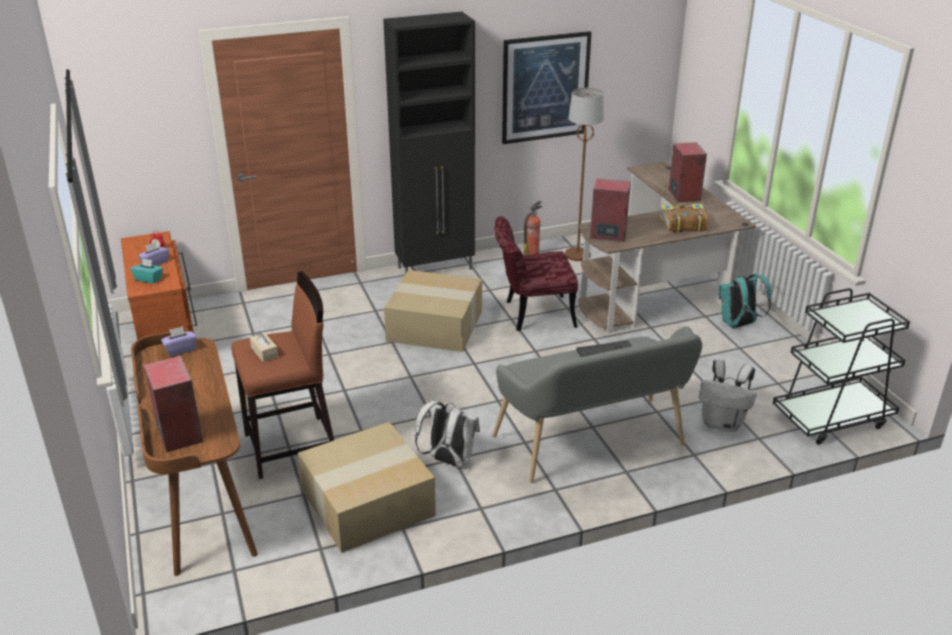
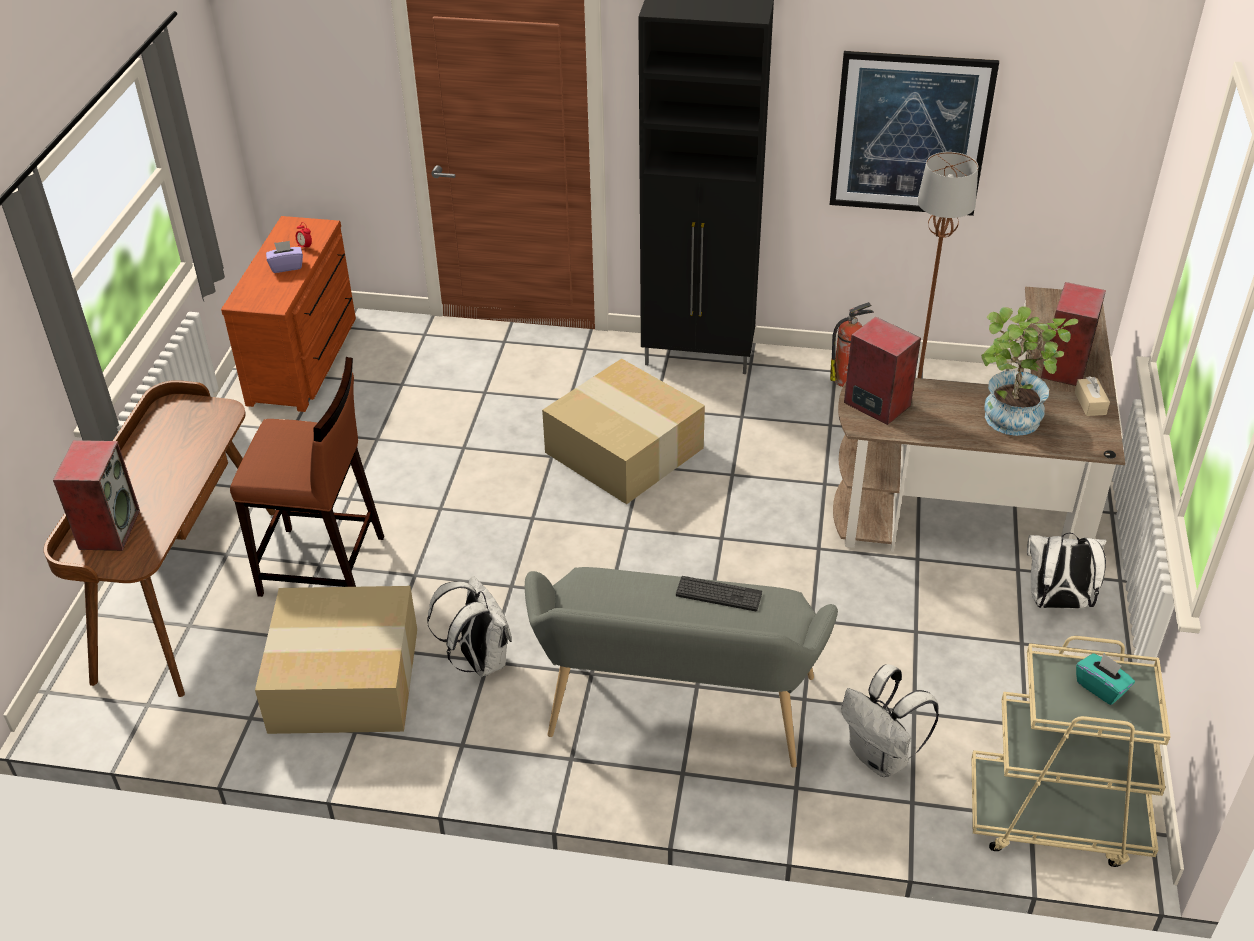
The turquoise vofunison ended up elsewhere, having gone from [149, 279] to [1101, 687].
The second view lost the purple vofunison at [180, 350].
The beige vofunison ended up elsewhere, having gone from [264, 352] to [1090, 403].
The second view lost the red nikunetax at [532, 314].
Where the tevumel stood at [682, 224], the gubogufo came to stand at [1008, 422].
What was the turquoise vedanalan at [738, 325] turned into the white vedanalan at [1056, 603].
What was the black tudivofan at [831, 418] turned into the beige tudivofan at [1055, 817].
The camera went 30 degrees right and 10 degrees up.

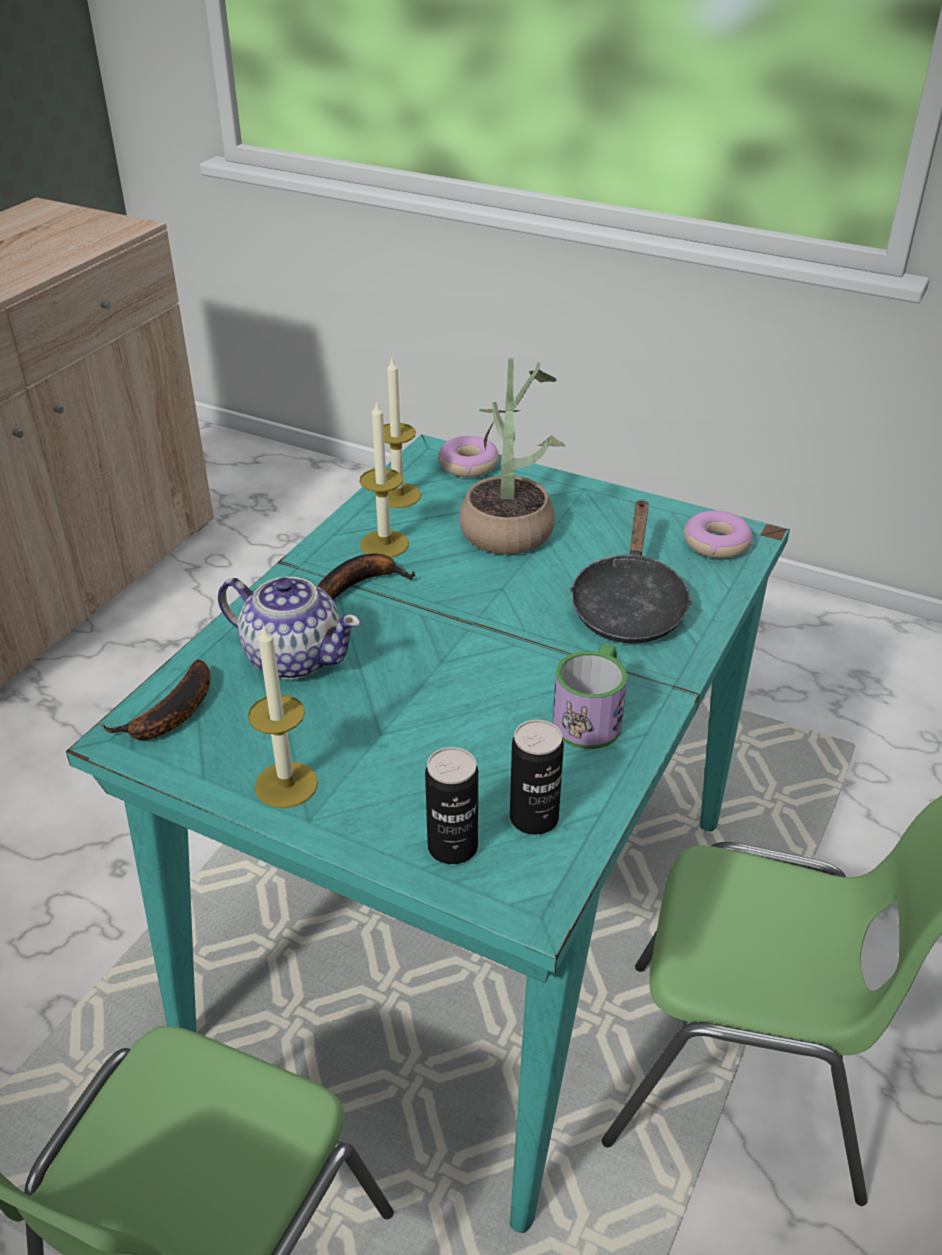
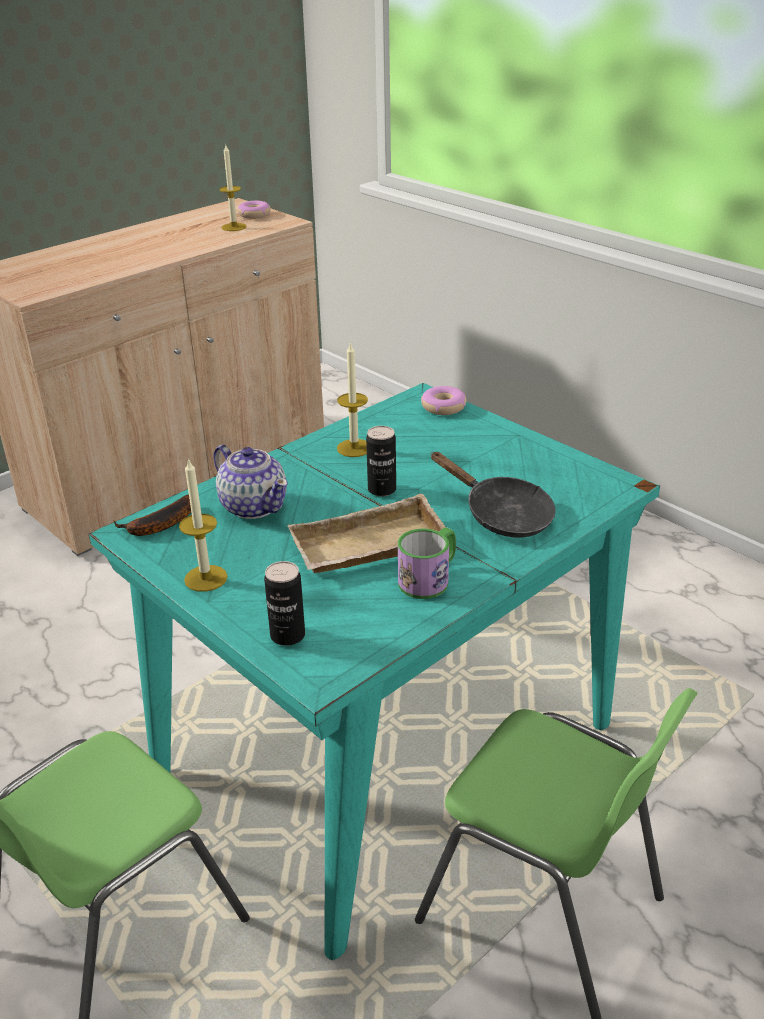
The second view lost the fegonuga at [358, 585].
The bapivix ended up elsewhere, having gone from [398, 495] to [234, 227].
The second view lost the gubogufo at [508, 525].
The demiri ended up elsewhere, having gone from [534, 818] to [382, 489].
The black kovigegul at [628, 605] ended up facing another way, 75 degrees counterclockwise from before.
The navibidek ended up elsewhere, having gone from [716, 543] to [254, 215].
The second view gained the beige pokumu at [367, 549].
The camera went 20 degrees right and 5 degrees down.

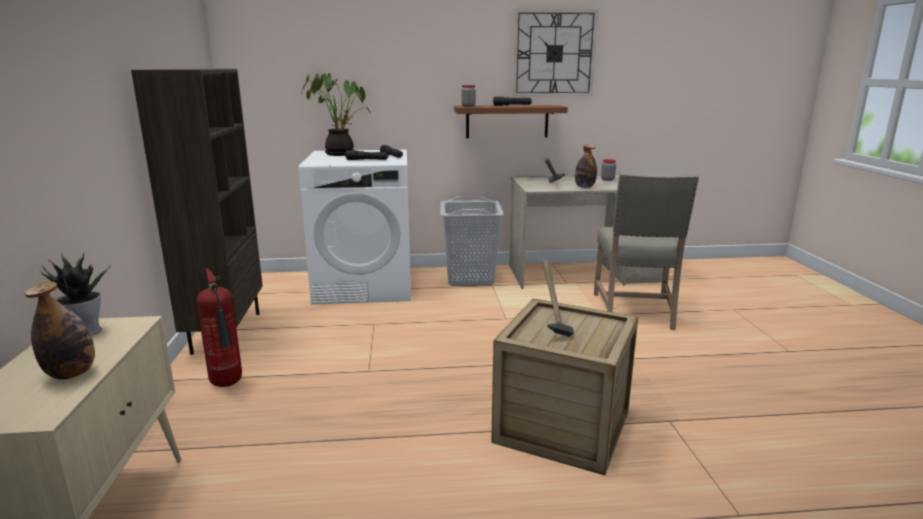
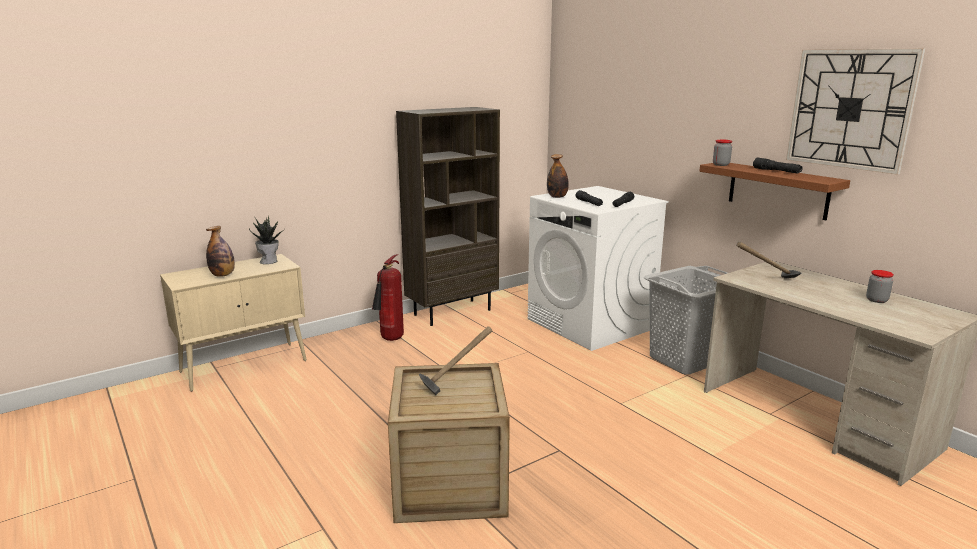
The second view lost the gubogufo at [341, 153].
The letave ended up elsewhere, having gone from [584, 187] to [557, 197].
The second view lost the beige nikunetax at [635, 312].
The camera went 60 degrees right and 0 degrees up.

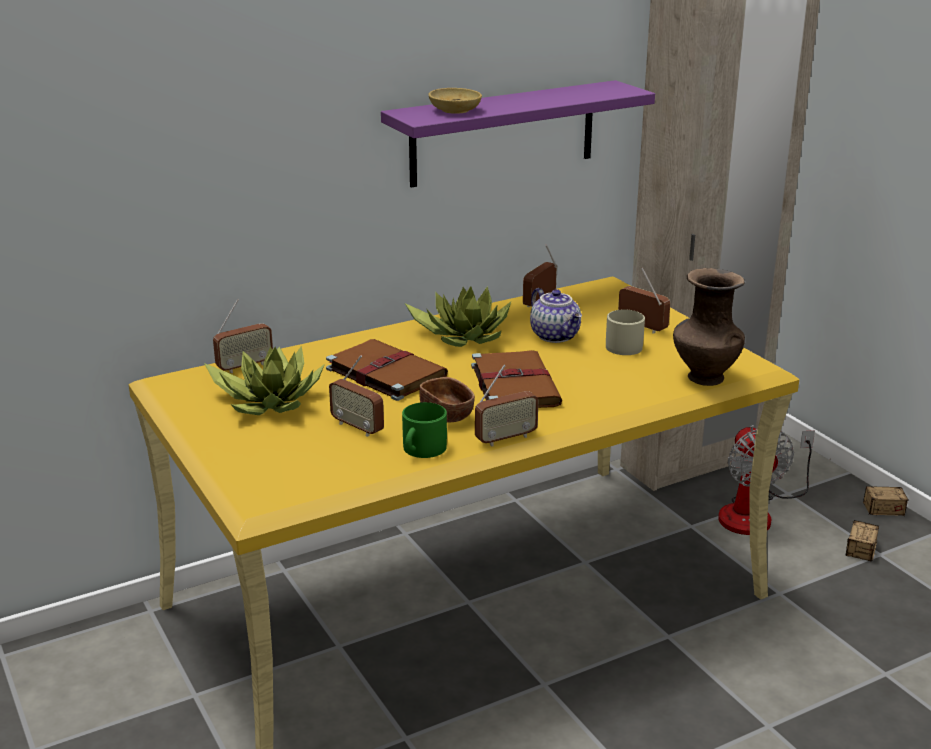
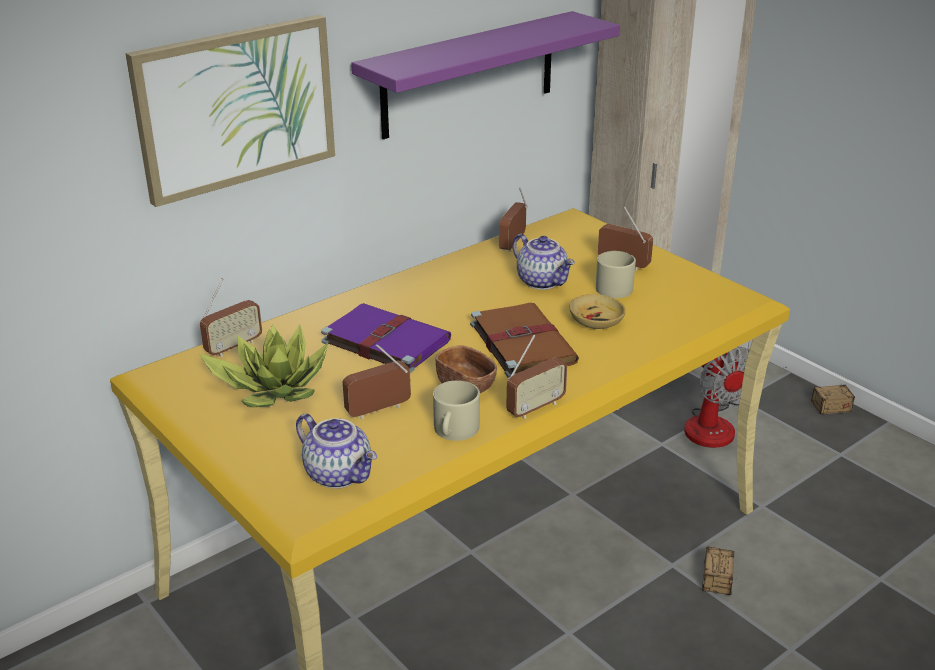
What was the brown tevumel at [384, 372] turned into the purple tevumel at [383, 341].
The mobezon at [357, 427] ended up facing another way, 120 degrees clockwise from before.
What was the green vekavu at [421, 449] turned into the beige vekavu at [454, 430].
The second view lost the gubogufo at [464, 335].
The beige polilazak ended up elsewhere, having gone from [455, 110] to [596, 321].
The second view lost the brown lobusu at [703, 377].
The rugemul ended up elsewhere, having gone from [857, 563] to [715, 599].
The second view gained the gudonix at [236, 107].
The second view gained the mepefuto at [340, 474].
The camera went 10 degrees left and 5 degrees up.

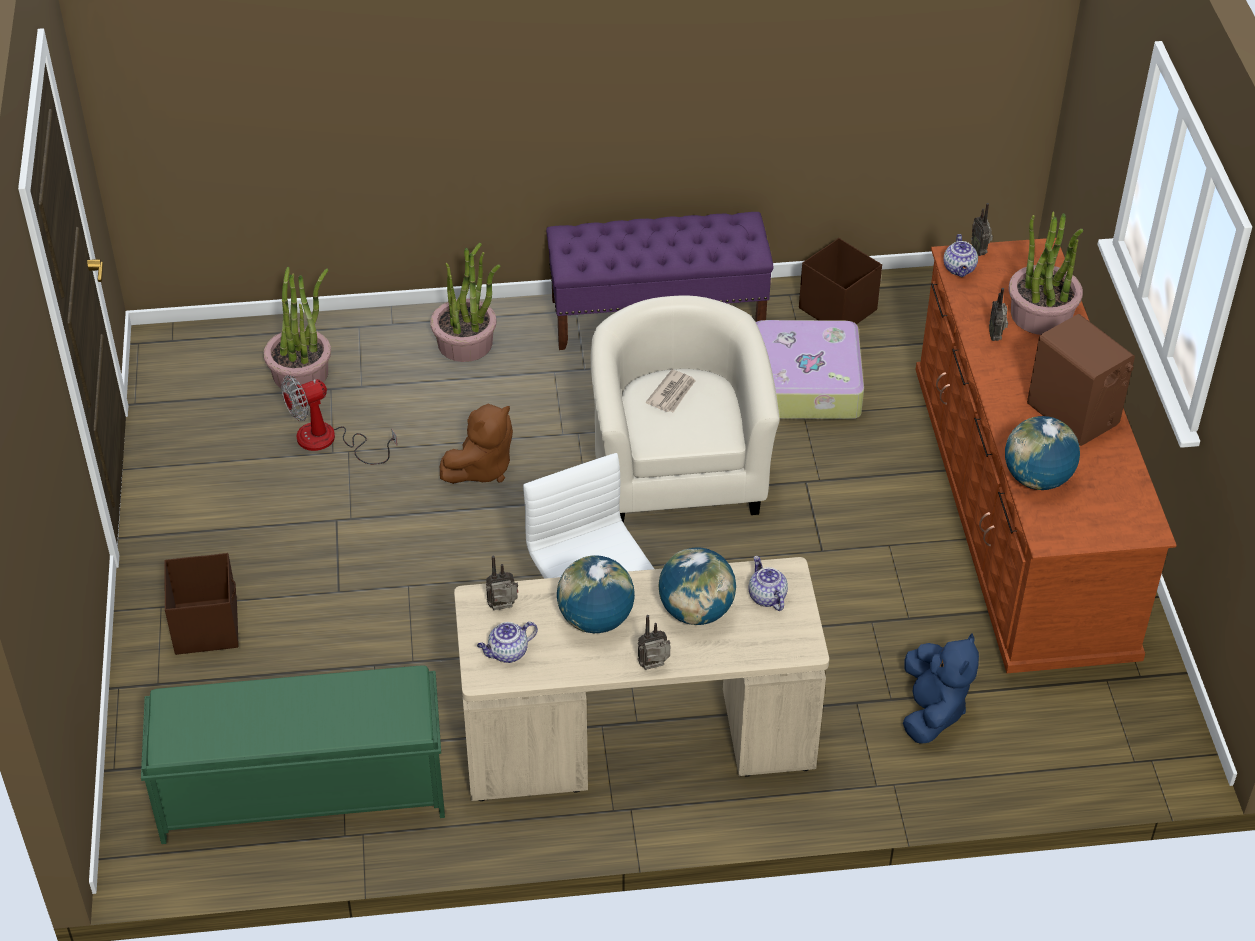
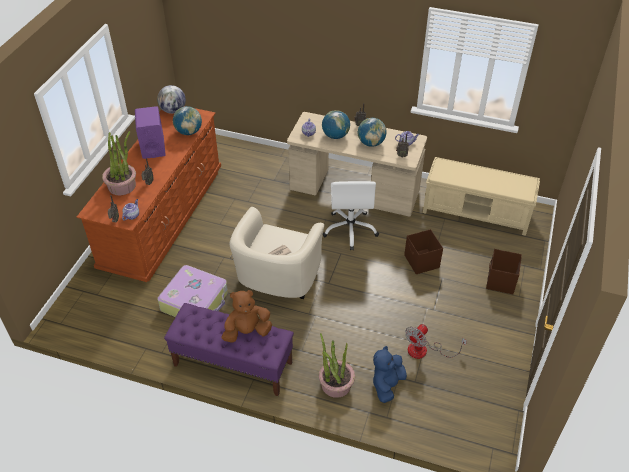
What was the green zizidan at [301, 792] turned into the beige zizidan at [477, 212].
The second view lost the gubogufo at [301, 373].
The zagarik at [329, 441] ended up facing another way, 135 degrees clockwise from before.
The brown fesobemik ended up elsewhere, having gone from [481, 468] to [247, 332].
The brown rugemul ended up elsewhere, having gone from [837, 308] to [421, 262].
The blue fesobemik ended up elsewhere, having gone from [932, 711] to [387, 385].
What was the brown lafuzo at [1073, 414] turned into the purple lafuzo at [153, 147].
The second view gained the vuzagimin at [173, 110].
The camera went 155 degrees left and 0 degrees up.

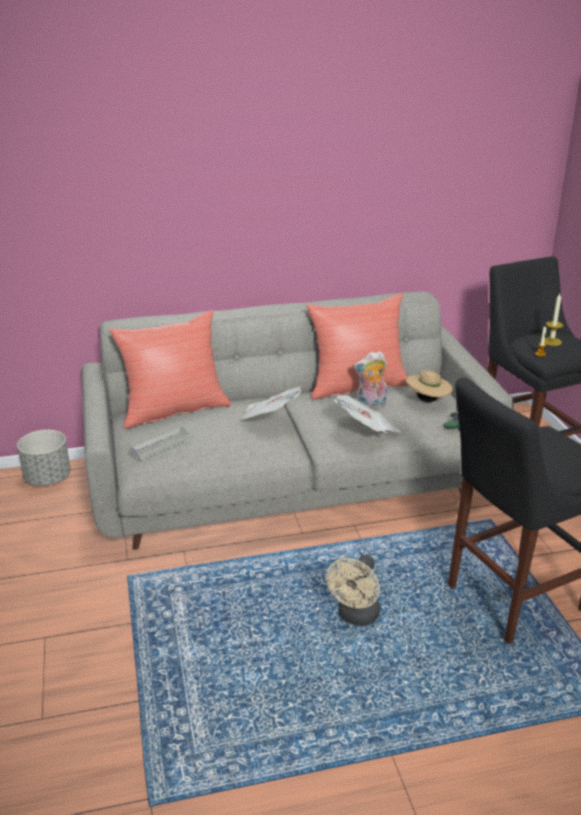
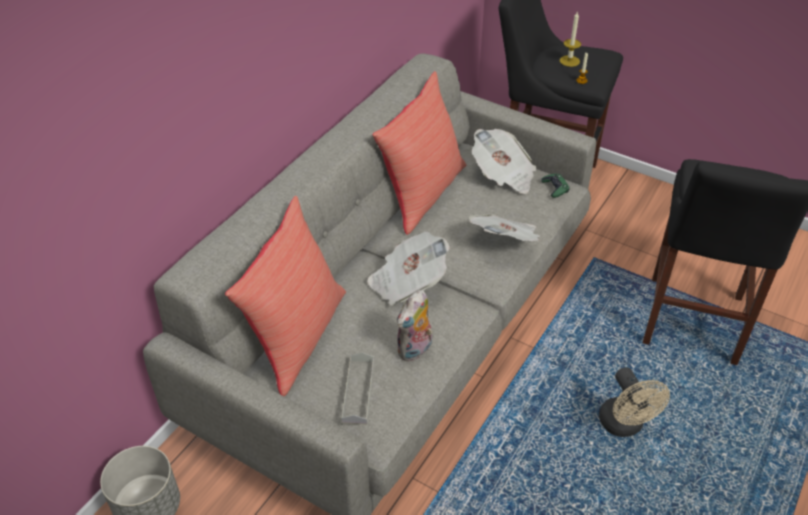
The fesobemik ended up elsewhere, having gone from [371, 405] to [415, 350].
Where the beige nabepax stood at [427, 401], the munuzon came to stand at [503, 175].
The camera went 45 degrees left and 15 degrees up.

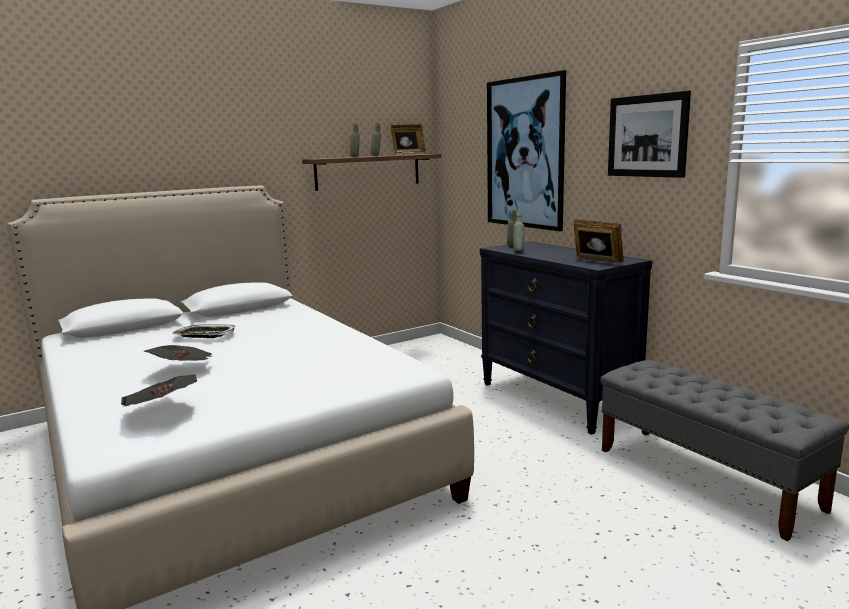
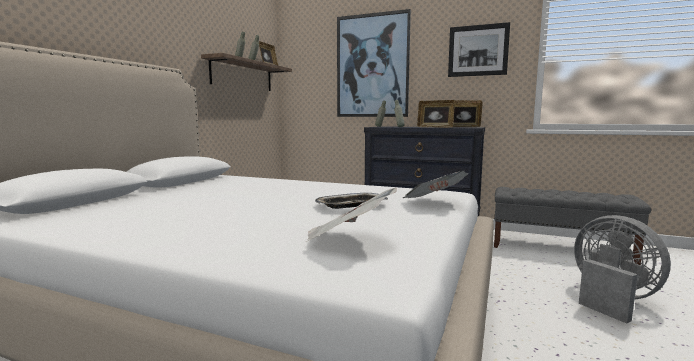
The munuzon ended up elsewhere, having gone from [184, 370] to [433, 202].
The pokumu ended up elsewhere, having gone from [205, 335] to [351, 205].
The second view gained the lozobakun at [435, 127].
The second view gained the grey zagarik at [610, 299].
The camera went 35 degrees left and 5 degrees down.

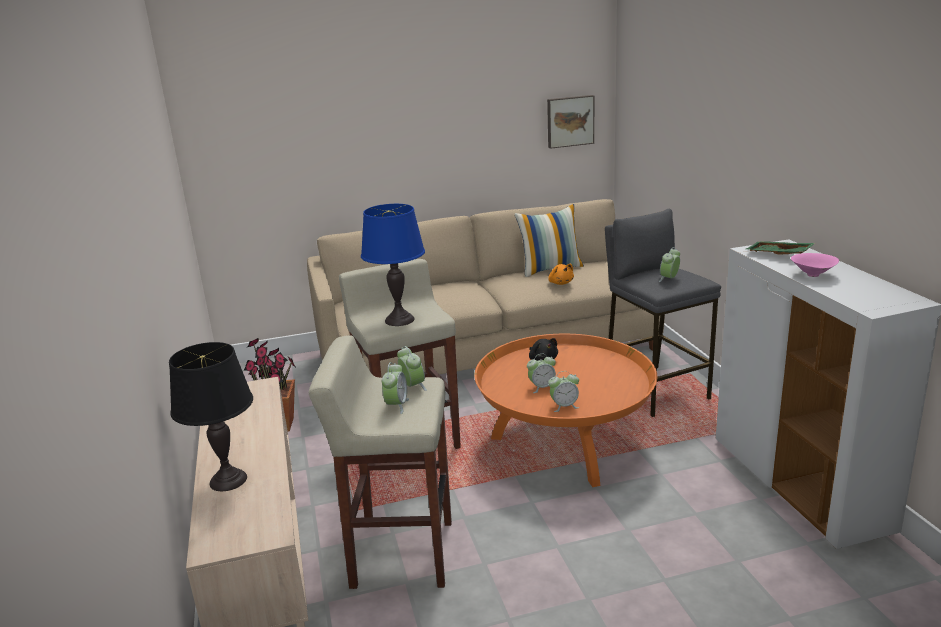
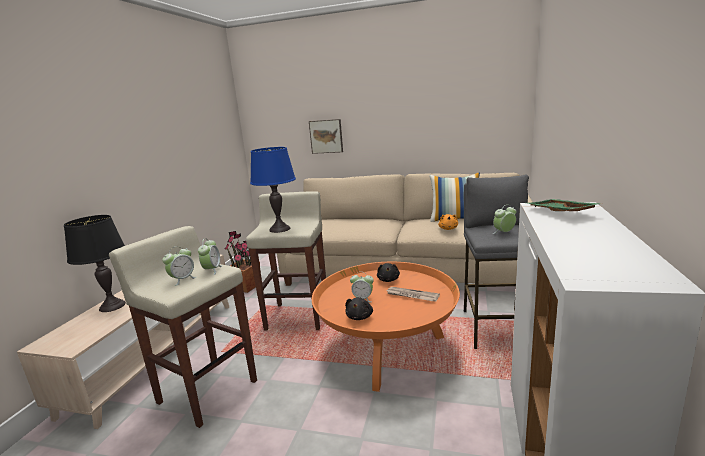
The gudonix ended up elsewhere, having gone from [570, 121] to [326, 136].
Where the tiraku stood at [564, 406], the black fesobemik came to stand at [360, 317].
The second view lost the pink polilazak at [813, 275].
The second view gained the munuzon at [411, 295].
The camera went 30 degrees right and 5 degrees down.

